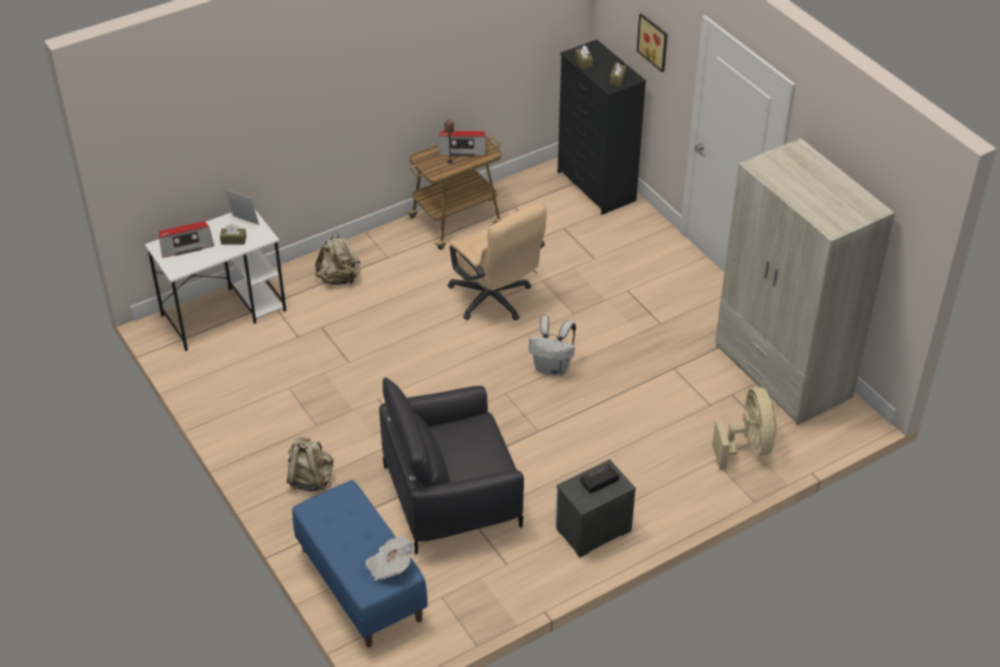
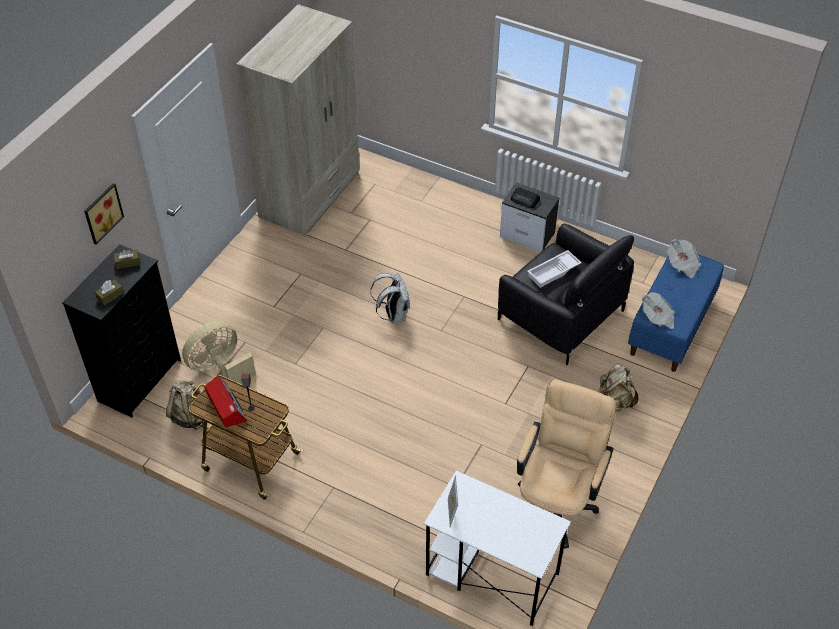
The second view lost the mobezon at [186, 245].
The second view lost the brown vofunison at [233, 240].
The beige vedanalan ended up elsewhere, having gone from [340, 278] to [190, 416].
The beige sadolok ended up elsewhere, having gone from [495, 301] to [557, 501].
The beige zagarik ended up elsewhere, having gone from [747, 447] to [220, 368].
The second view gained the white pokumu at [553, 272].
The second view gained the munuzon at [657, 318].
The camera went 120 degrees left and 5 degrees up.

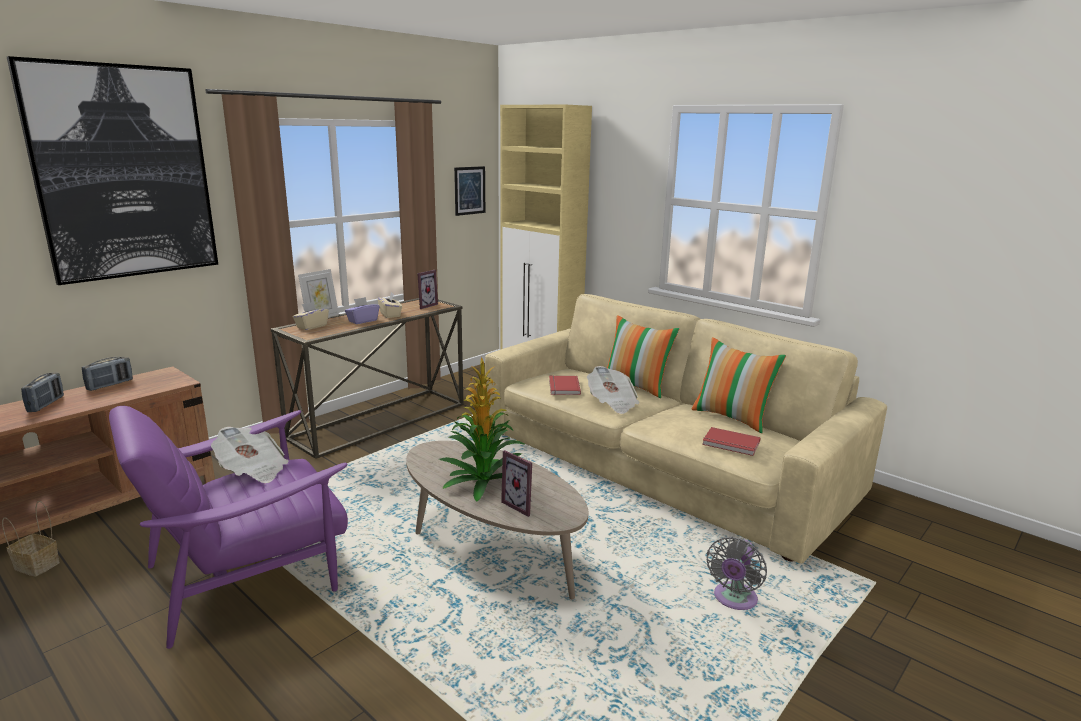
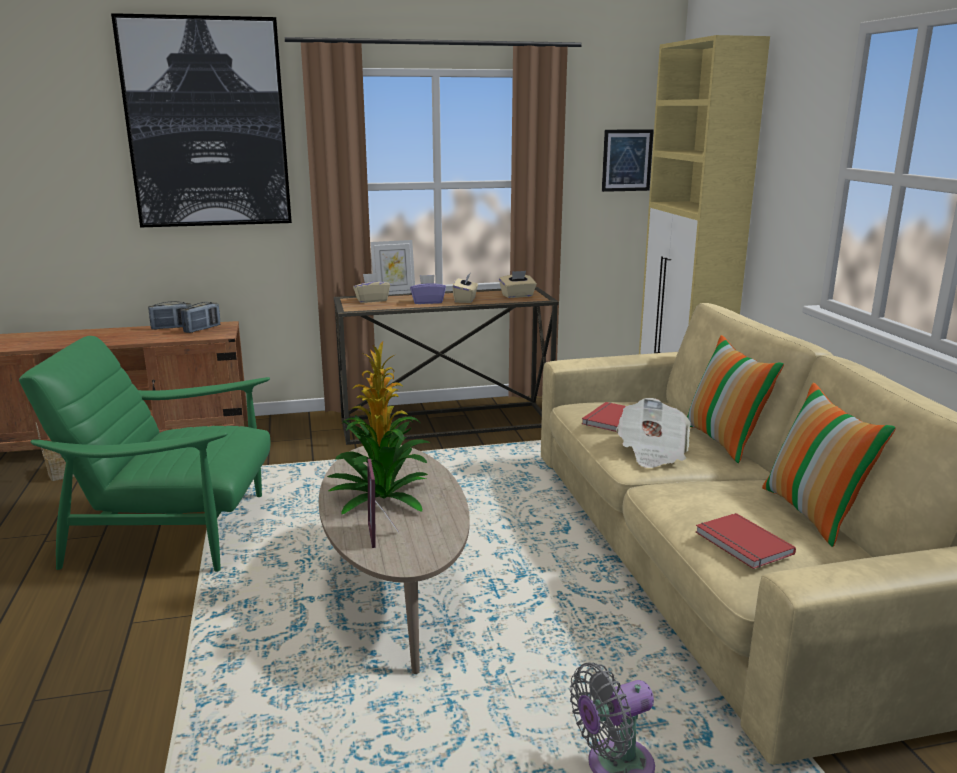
The mobezon ended up elsewhere, having gone from [46, 404] to [202, 329].
What was the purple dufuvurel at [248, 574] turned into the green dufuvurel at [174, 531].
The second view lost the munuzon at [253, 470].
Where the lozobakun stood at [424, 305], the beige vofunison came to stand at [517, 296].
The camera went 35 degrees right and 0 degrees up.

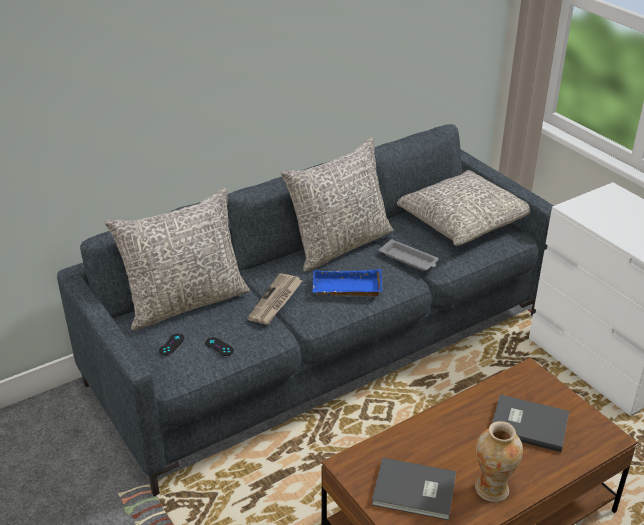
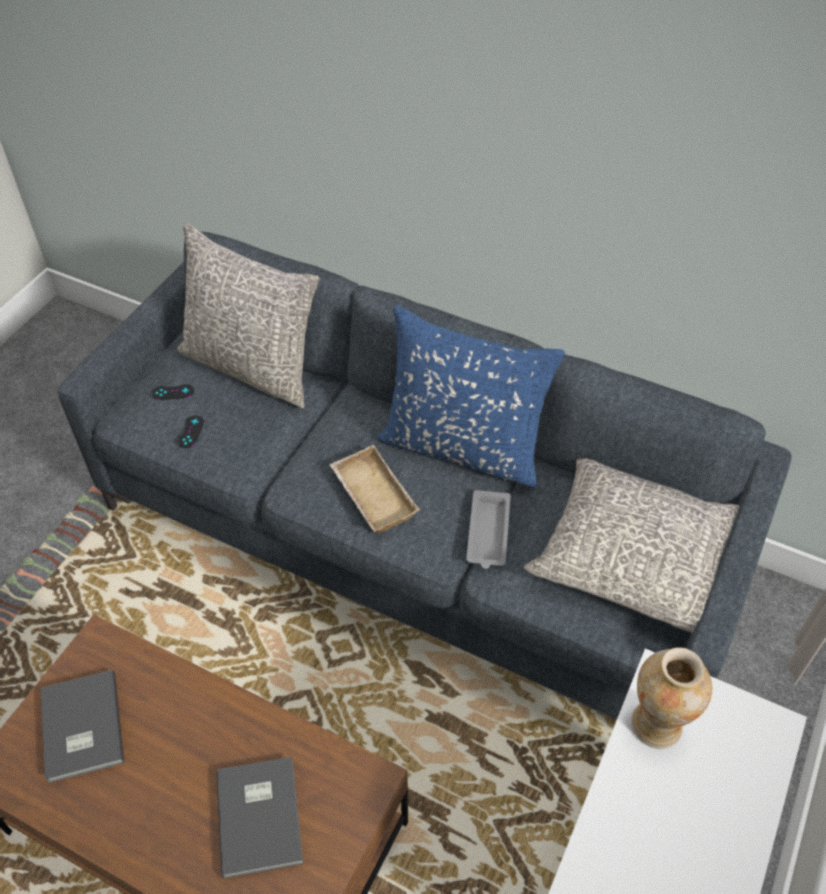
The second view lost the munuzon at [276, 301].
What was the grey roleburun at [339, 245] turned into the blue roleburun at [463, 447].
What was the blue pokumu at [346, 289] turned into the beige pokumu at [371, 495].
The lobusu ended up elsewhere, having gone from [492, 489] to [656, 725].
The camera went 60 degrees right and 15 degrees up.

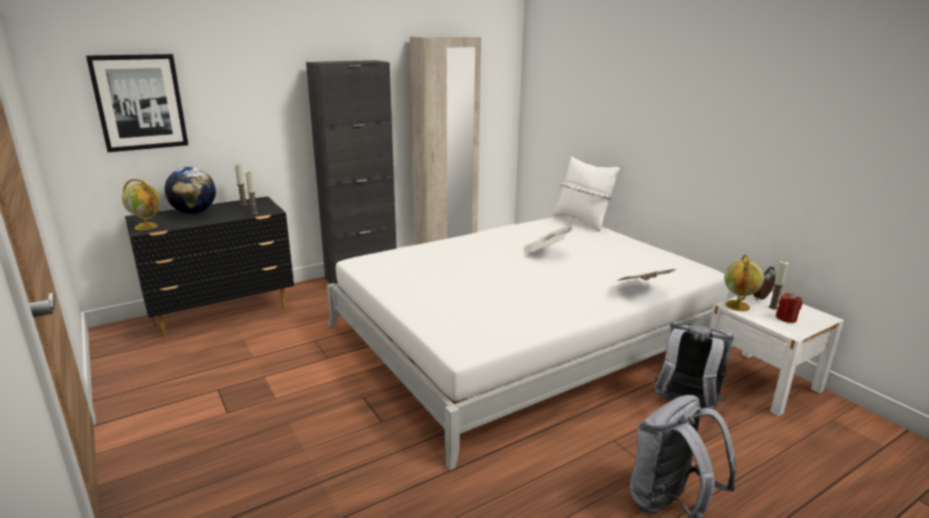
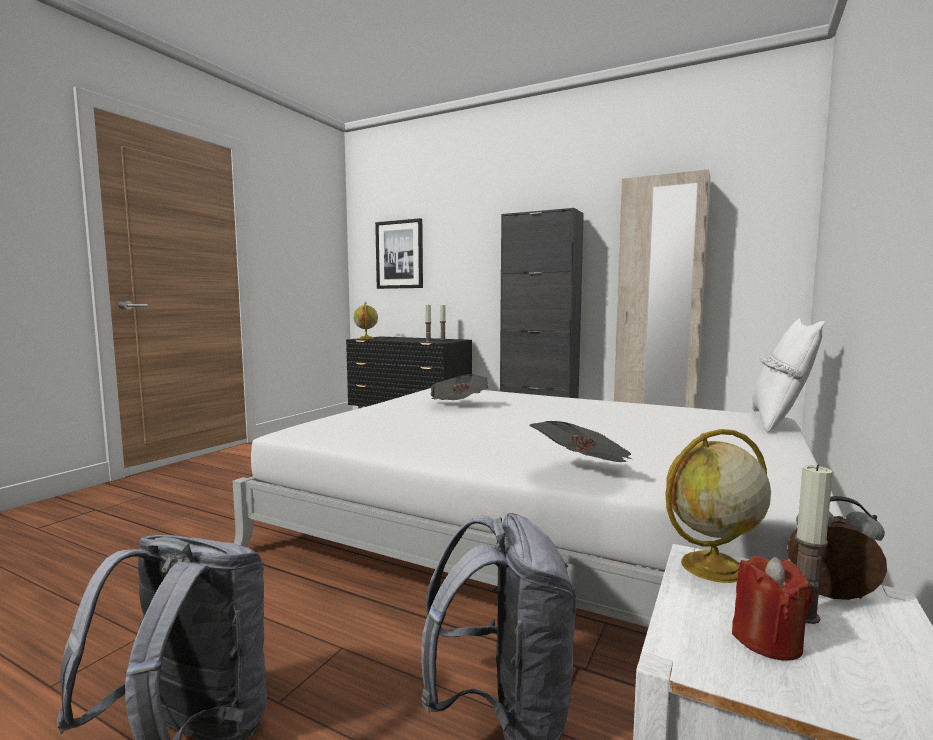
The second view lost the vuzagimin at [194, 212].
The munuzon ended up elsewhere, having gone from [545, 252] to [459, 405].
The camera went 60 degrees right and 15 degrees down.

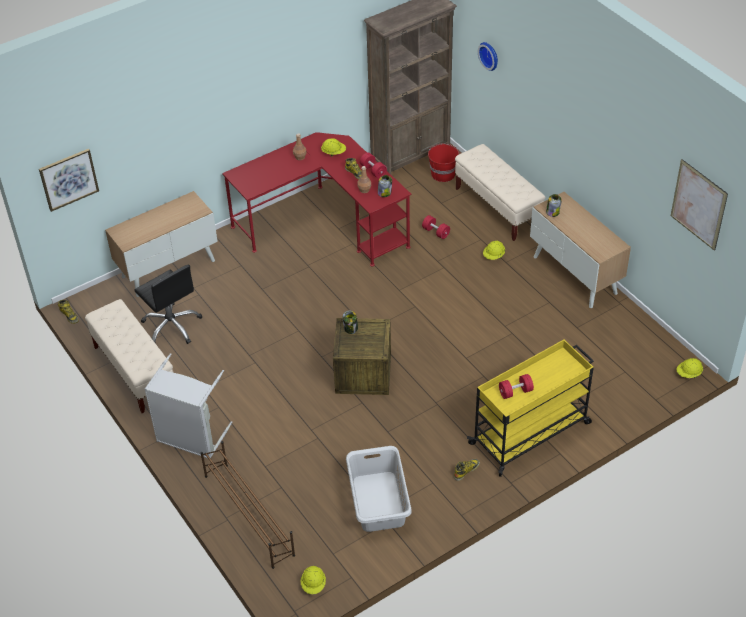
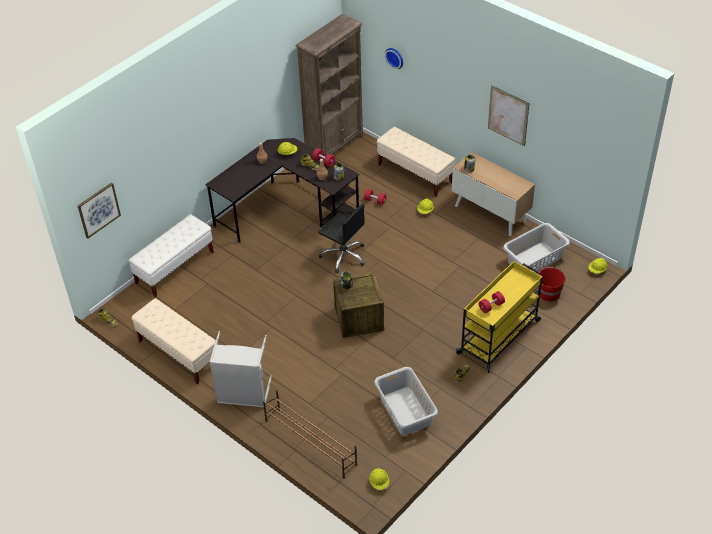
Where the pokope stood at [168, 268], the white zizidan came to stand at [175, 268].
The black sadolok ended up elsewhere, having gone from [172, 326] to [344, 256].
What was the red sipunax at [324, 223] turned into the black sipunax at [286, 210].
The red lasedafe ended up elsewhere, having gone from [443, 173] to [549, 293].
The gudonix ended up elsewhere, having gone from [698, 204] to [508, 115].
The second view gained the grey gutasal at [535, 259].
The camera went 15 degrees left and 0 degrees up.

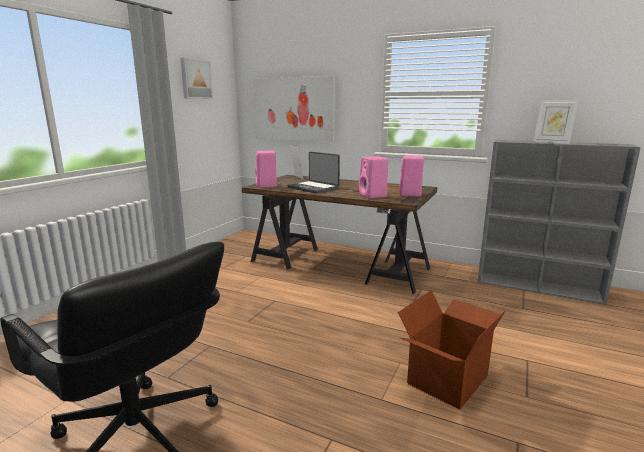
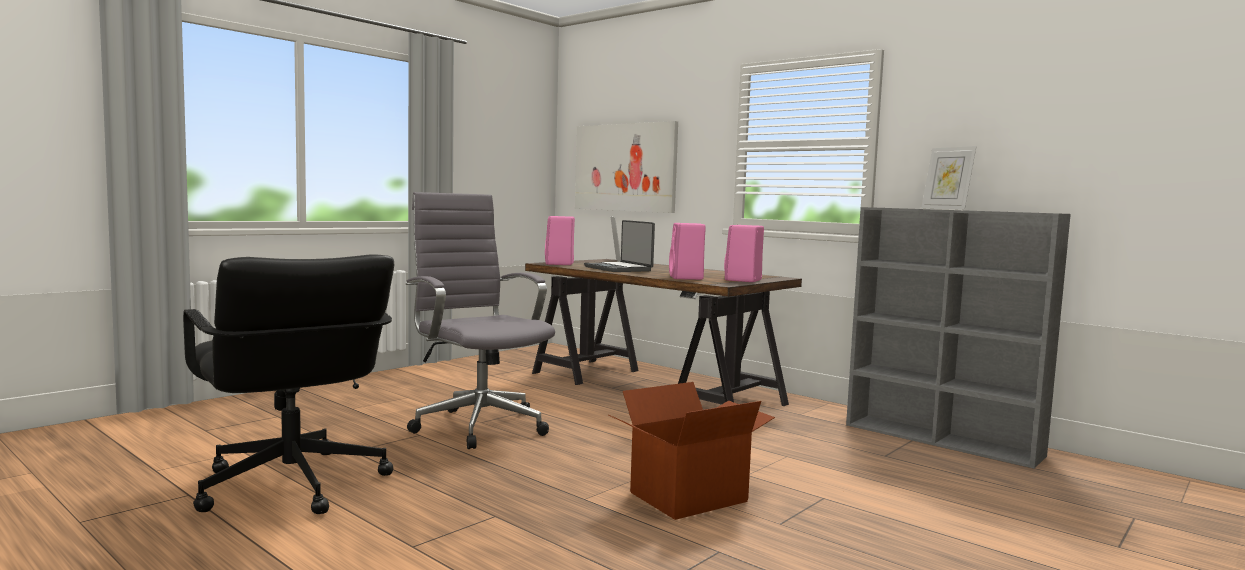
The second view lost the gudonix at [195, 79].
The second view gained the grey sadolok at [478, 425].
The camera went 15 degrees right and 10 degrees down.

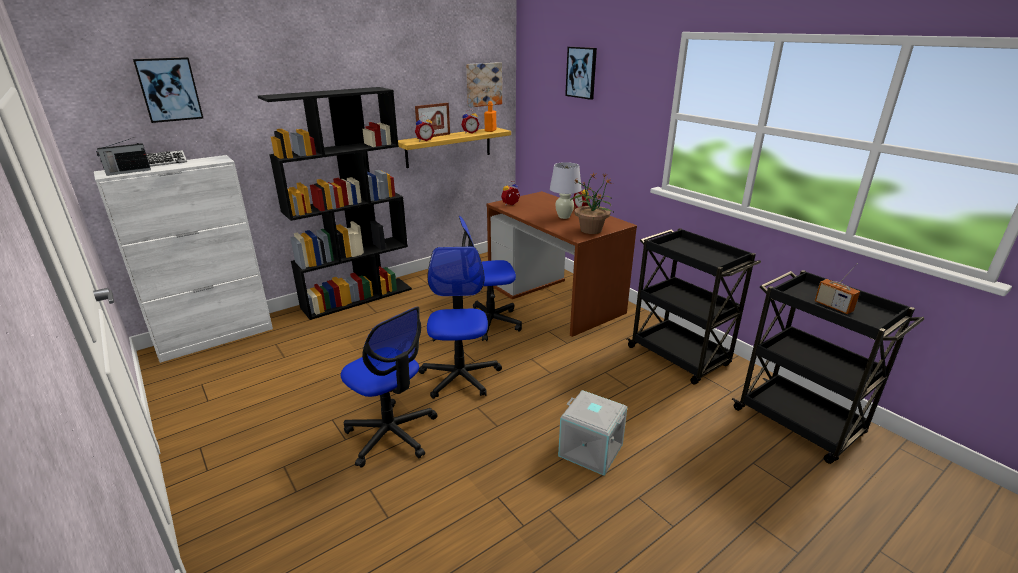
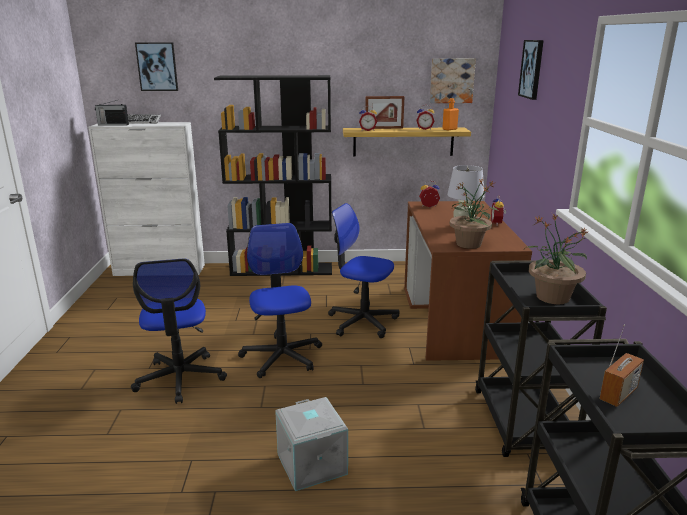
The sadolok at [460, 377] ended up facing another way, 45 degrees counterclockwise from before.
The mobezon at [833, 307] ended up facing another way, 135 degrees counterclockwise from before.
The second view gained the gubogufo at [551, 297].
The camera went 35 degrees right and 5 degrees down.

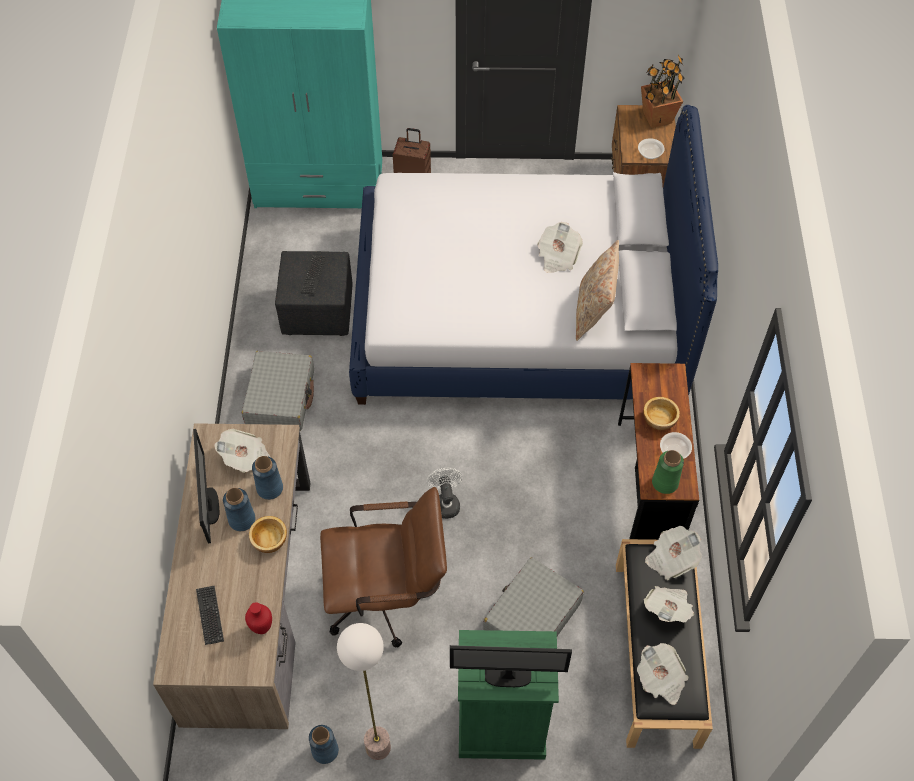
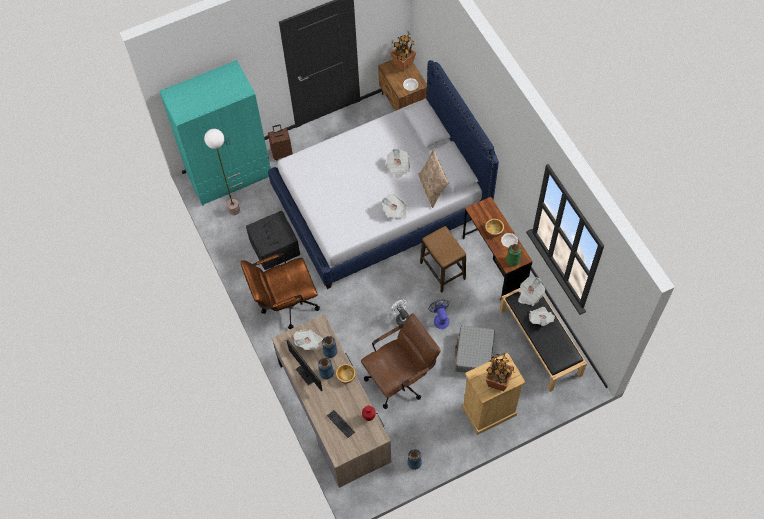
Where the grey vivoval stood at [280, 397], the brown sadolok came to stand at [284, 304].
The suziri ended up elsewhere, having gone from [377, 747] to [233, 210].
Where the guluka stood at [507, 676], the gubogufo came to stand at [498, 382].
What was the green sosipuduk at [501, 727] turned into the beige sosipuduk at [488, 411].
The munuzon ended up elsewhere, having gone from [661, 679] to [395, 211].
The second view gained the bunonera at [442, 271].
The second view gained the zagarik at [440, 318].
The camera went 25 degrees left and 5 degrees up.

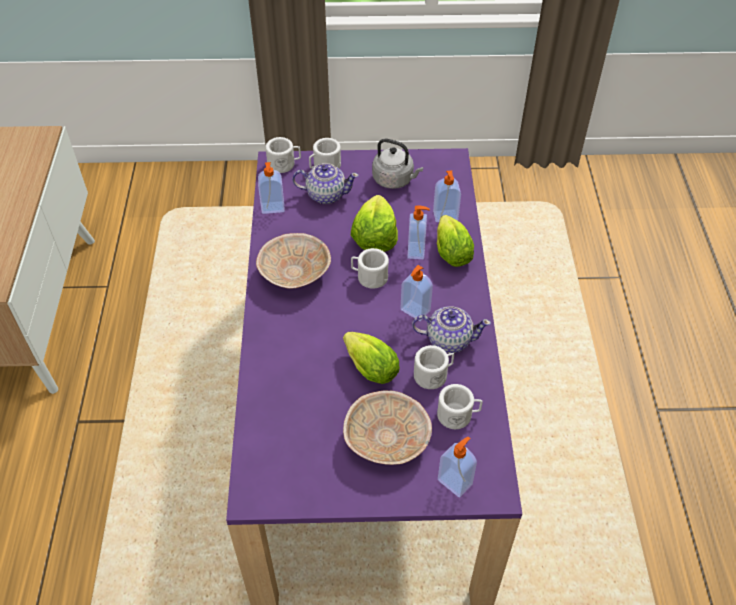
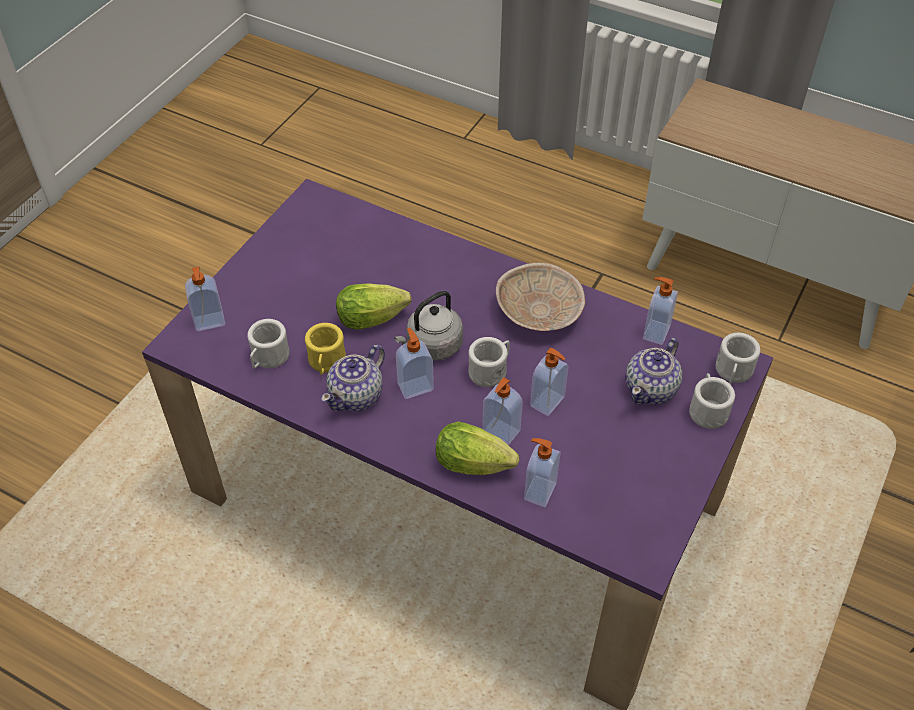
The second view lost the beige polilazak at [388, 439].
Where the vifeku stood at [374, 237], the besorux came to stand at [548, 402].
The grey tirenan ended up elsewhere, having gone from [395, 180] to [432, 346].
What was the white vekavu at [433, 374] turned into the yellow vekavu at [326, 362].
The camera went 120 degrees right and 0 degrees up.

